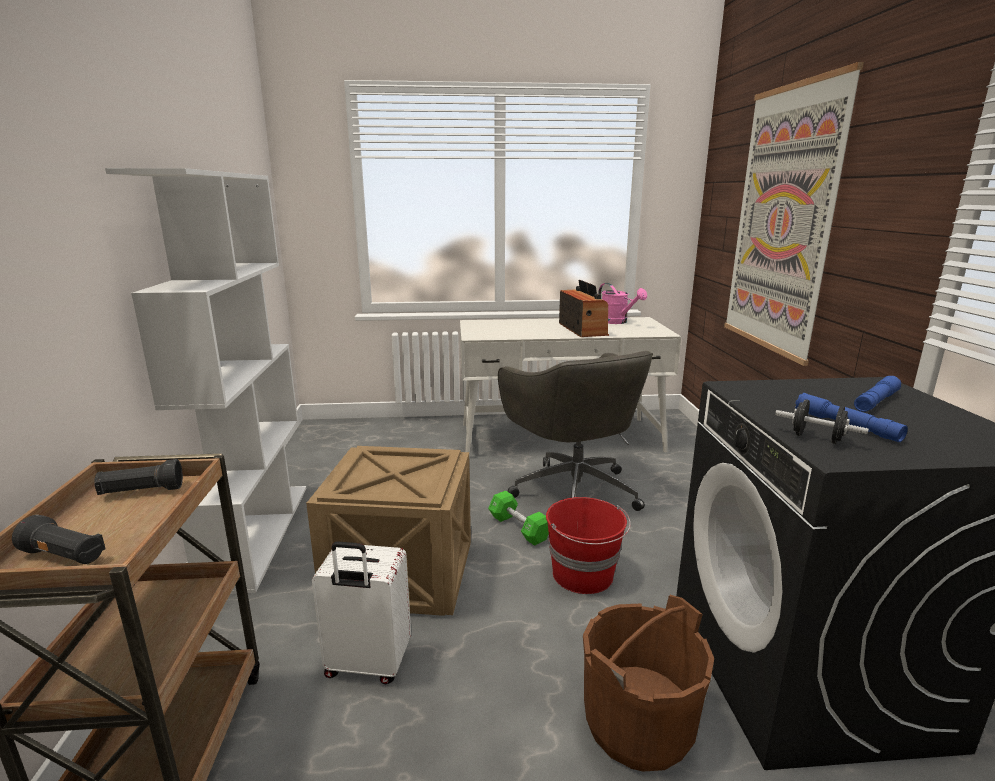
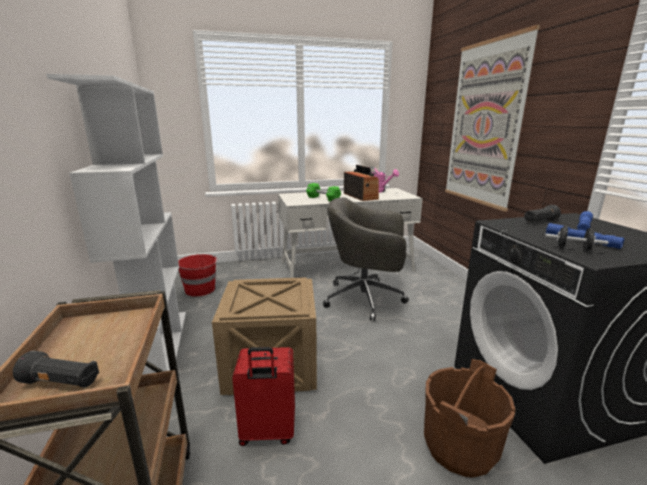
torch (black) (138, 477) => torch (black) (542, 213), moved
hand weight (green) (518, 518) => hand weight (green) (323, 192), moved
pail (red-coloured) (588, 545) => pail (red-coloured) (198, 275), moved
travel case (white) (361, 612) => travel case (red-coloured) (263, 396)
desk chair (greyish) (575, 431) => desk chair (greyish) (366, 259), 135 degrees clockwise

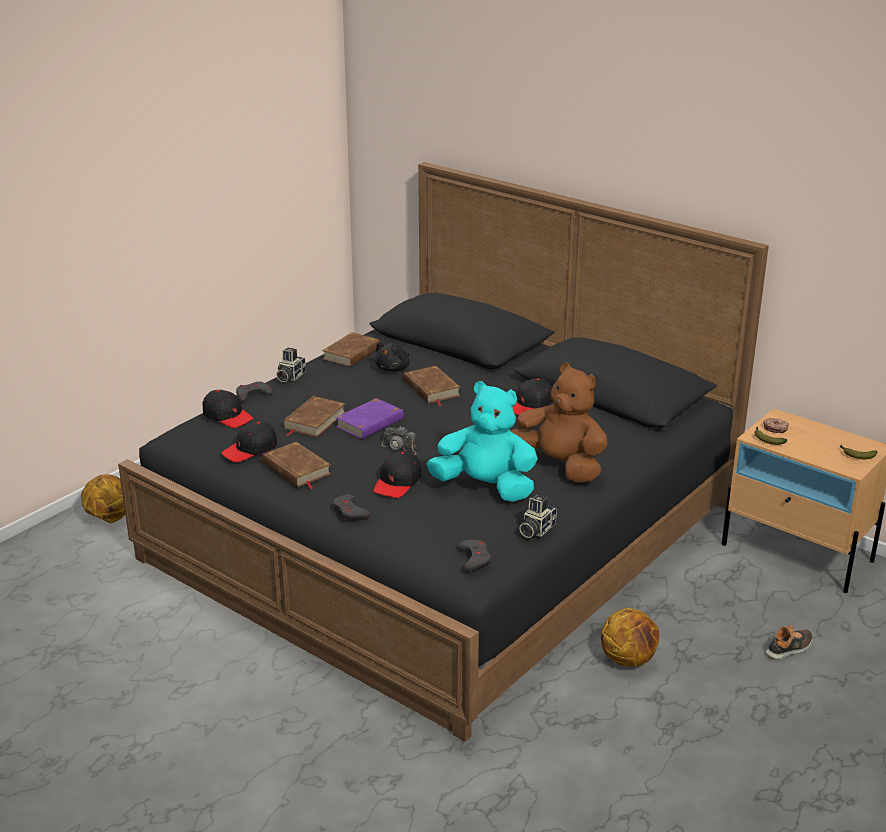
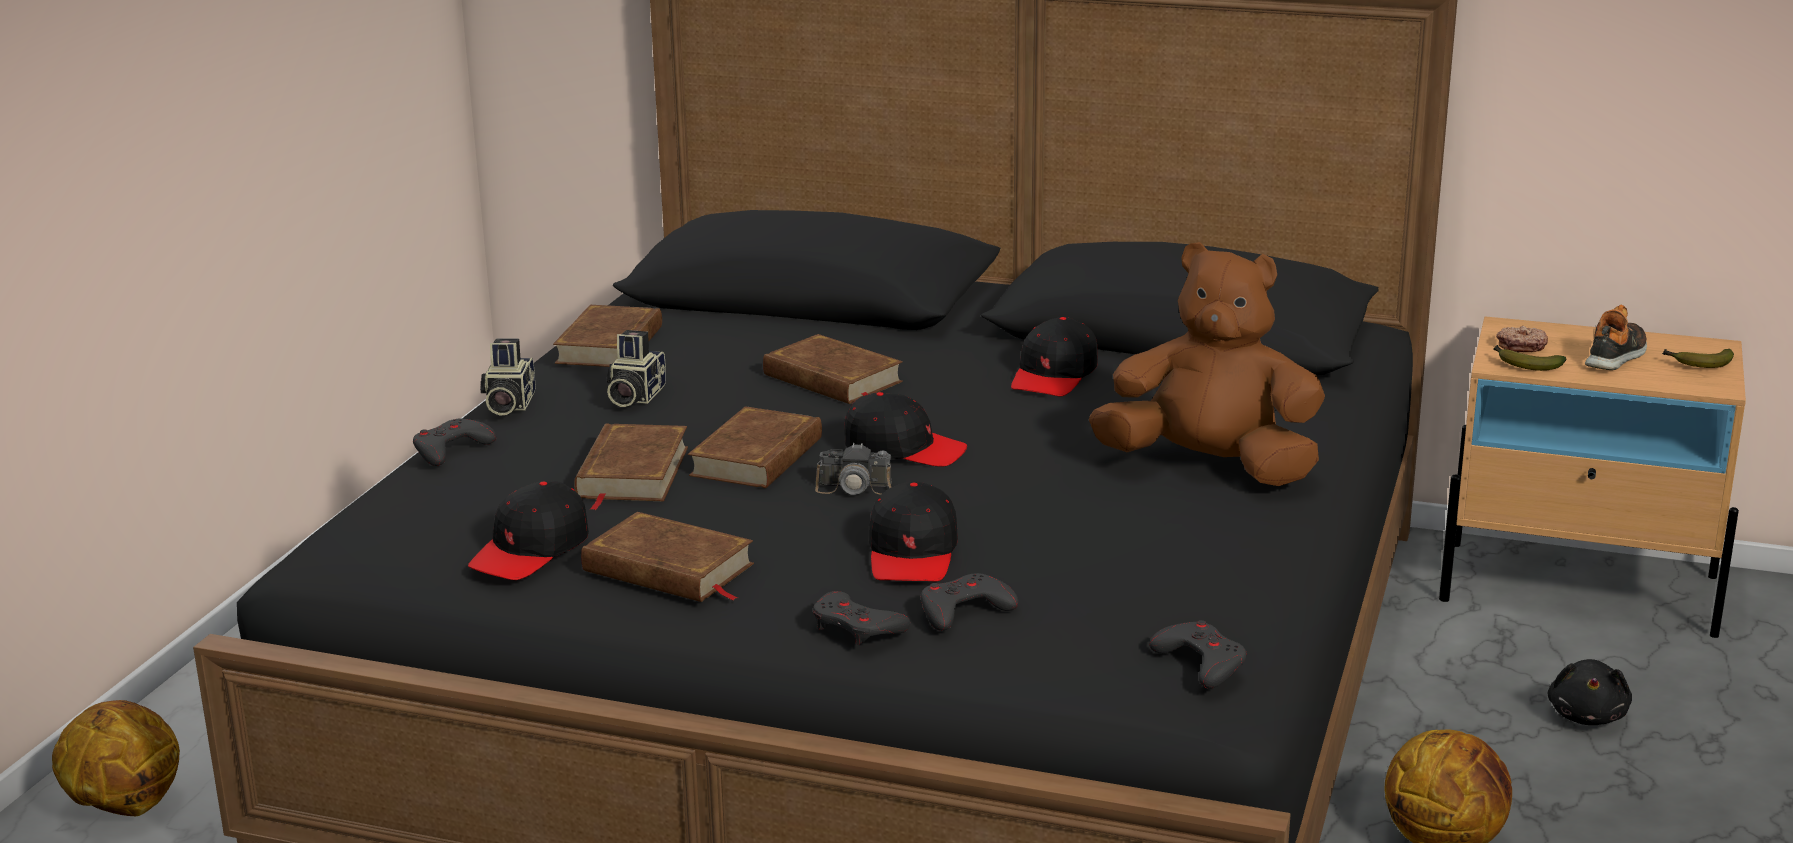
soft toy (turquoise) (482, 441) => nothing
nothing => game controller (greyish) (970, 602)
cap (black) (228, 409) => cap (black) (906, 429), moved
soft toy (black) (392, 357) => soft toy (black) (1590, 692), moved
still camera (538, 516) => still camera (636, 368), moved
low shoe (788, 642) => low shoe (1616, 337), moved
bound book (purple) (369, 418) => bound book (brown) (755, 447)

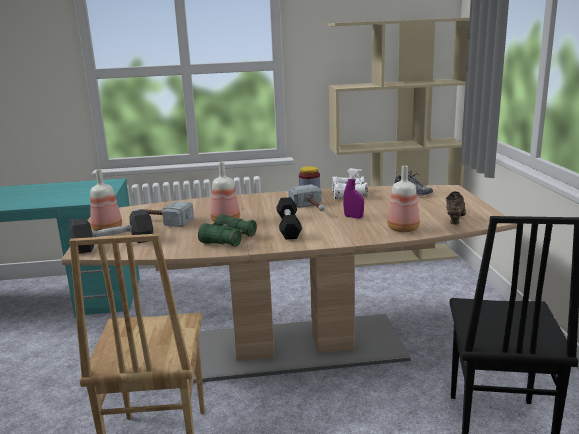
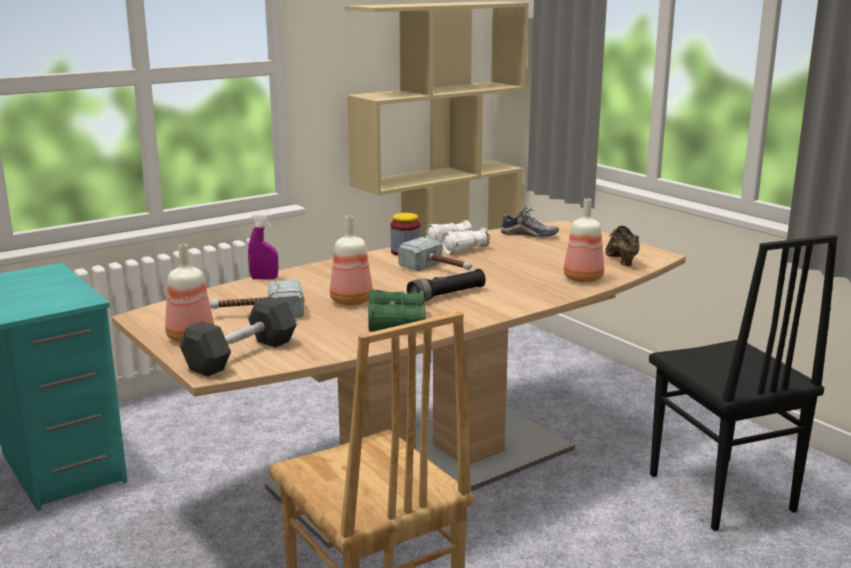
hand sprayer (purple) (353, 193) => hand sprayer (purple) (263, 246), moved
hand weight (black) (289, 218) => torch (black) (446, 285)

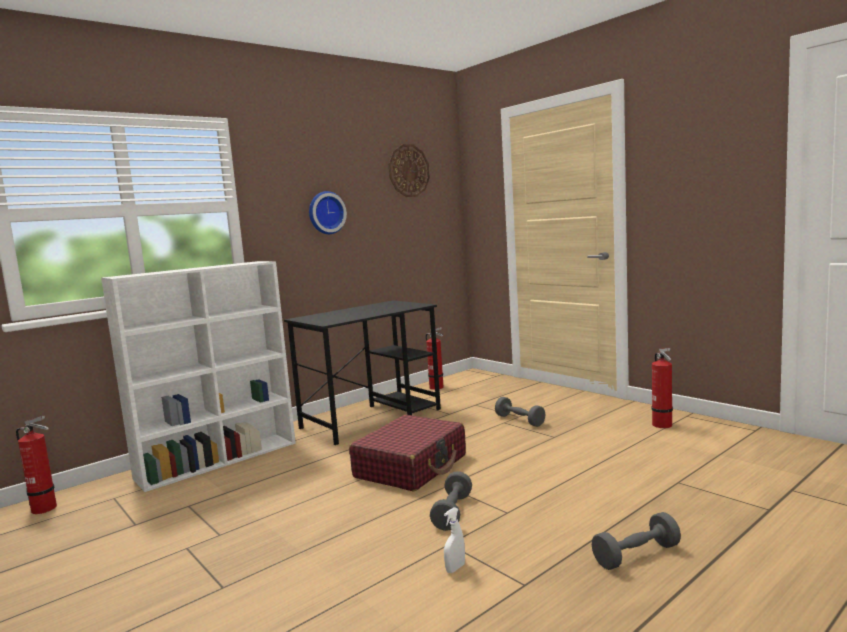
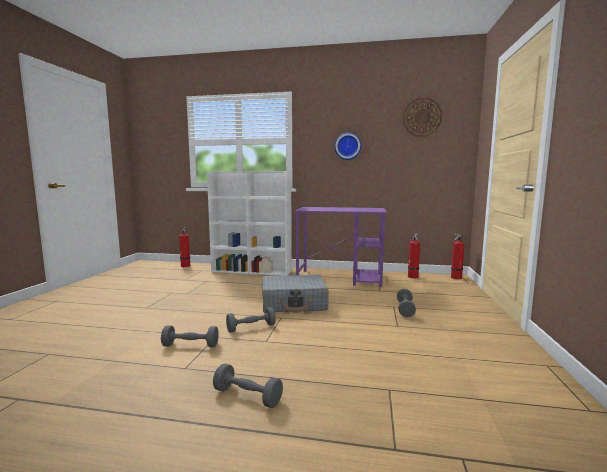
fire-fighting cylinder (662, 388) => fire-fighting cylinder (458, 256), moved
hand sprayer (white) (454, 540) => hand weight (greyish) (190, 336)
desk (black) (362, 372) => desk (purple) (340, 247)
travel case (red-coloured) (407, 453) => travel case (greyish) (295, 294)

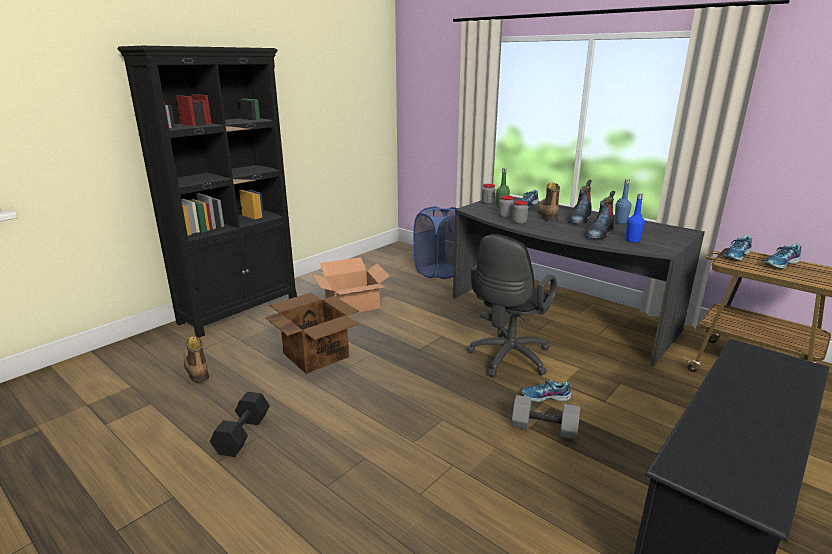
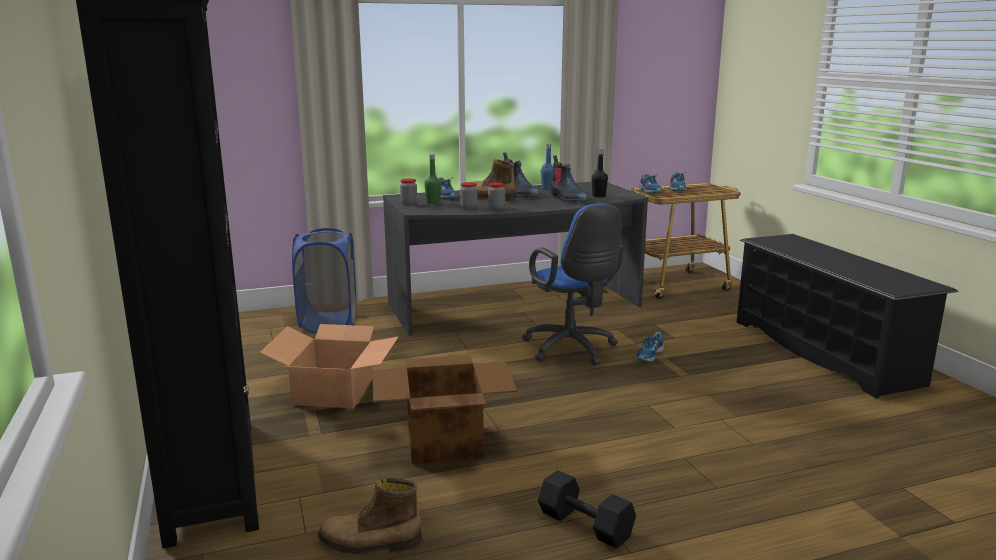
hand weight (greyish) (546, 417) => nothing
desk chair (black) (511, 305) => desk chair (blue-coloured) (573, 284)
drink bottle (blue-coloured) (635, 217) => drink bottle (black) (600, 174)

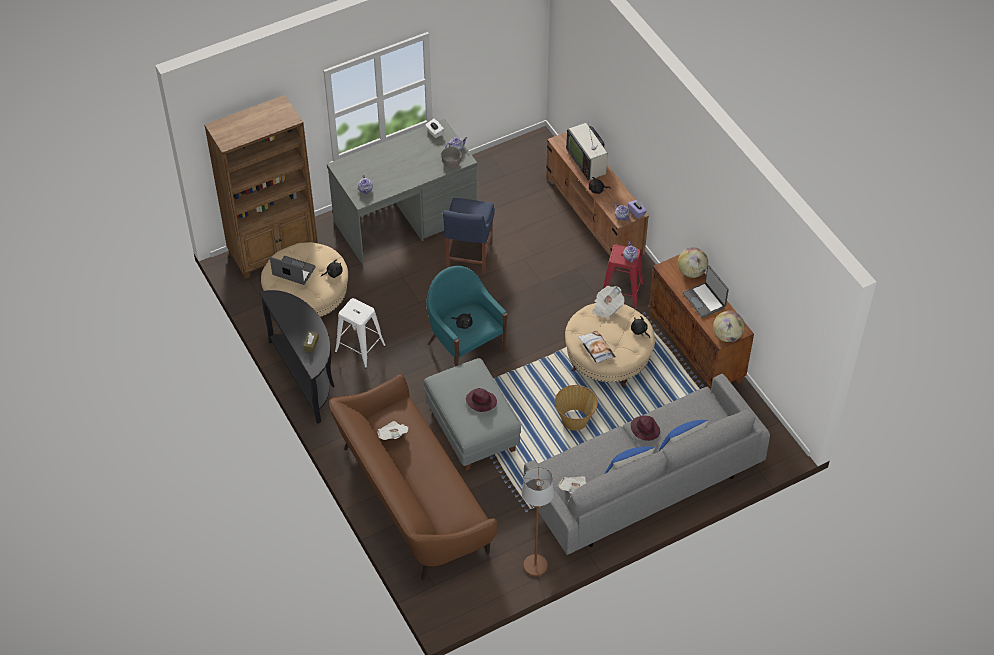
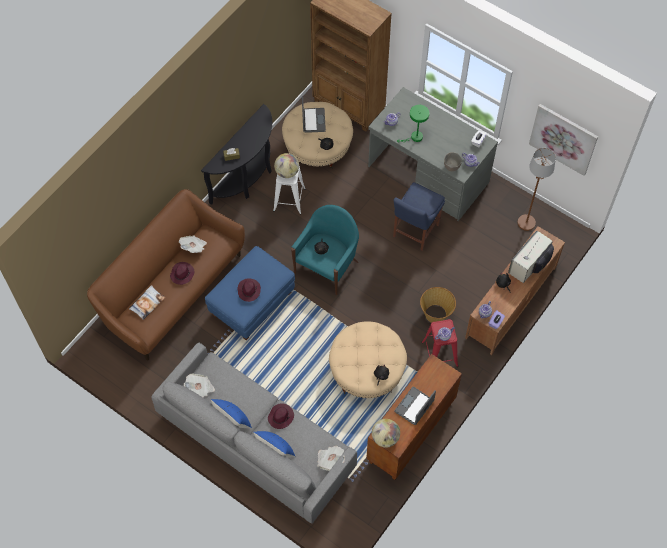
nothing => wearable hat (purple) (182, 273)
nothing => table lamp (green) (413, 123)
nothing => wall picture (563, 140)
floor lamp (brown) (538, 521) => floor lamp (brown) (537, 189), moved
basket (576, 408) => basket (438, 305), moved
throw pillow (597, 347) => throw pillow (147, 302), moved
newspaper (608, 302) => newspaper (331, 458), moved
globe (693, 262) => globe (286, 165), moved
ottoman (greyish) (472, 414) => ottoman (blue-coloured) (250, 293)
plain chair (blue-coloured) (469, 236) => plain chair (blue-coloured) (419, 216), 45 degrees counterclockwise

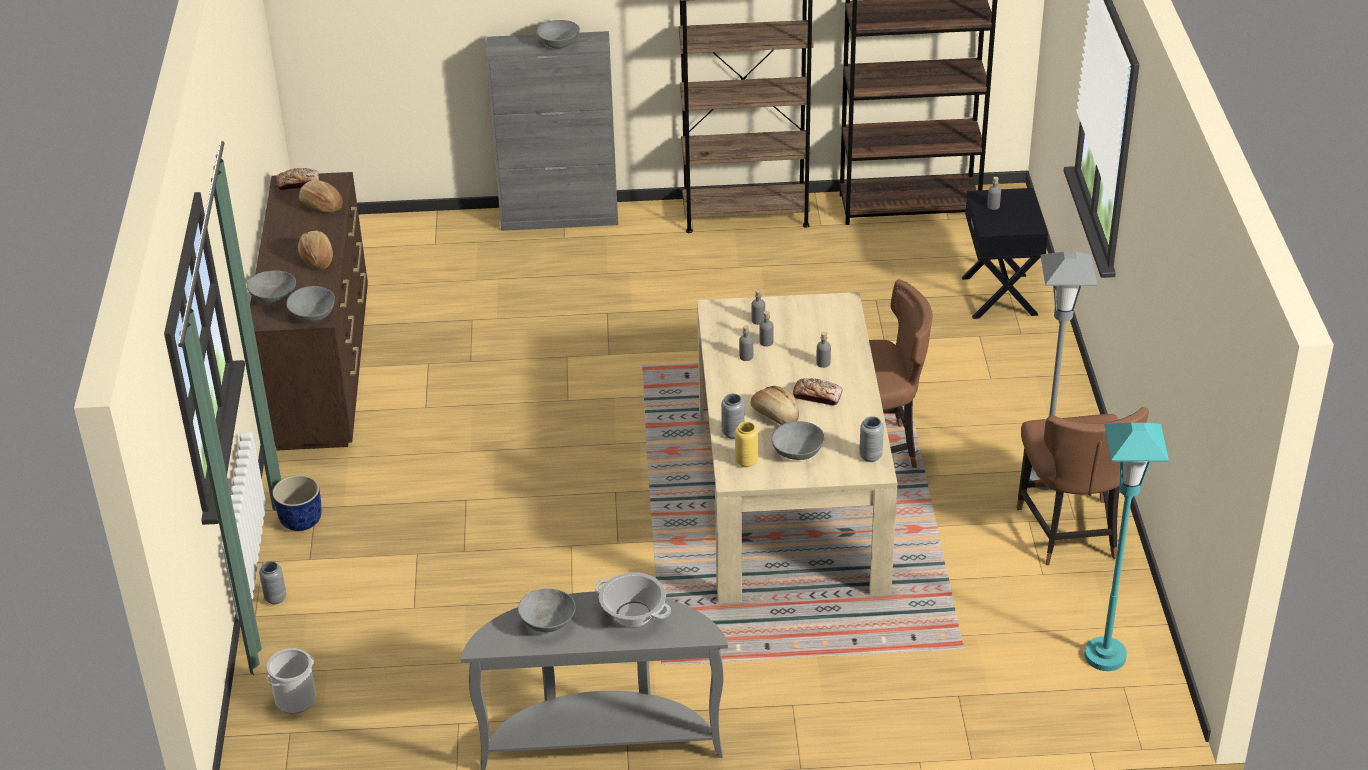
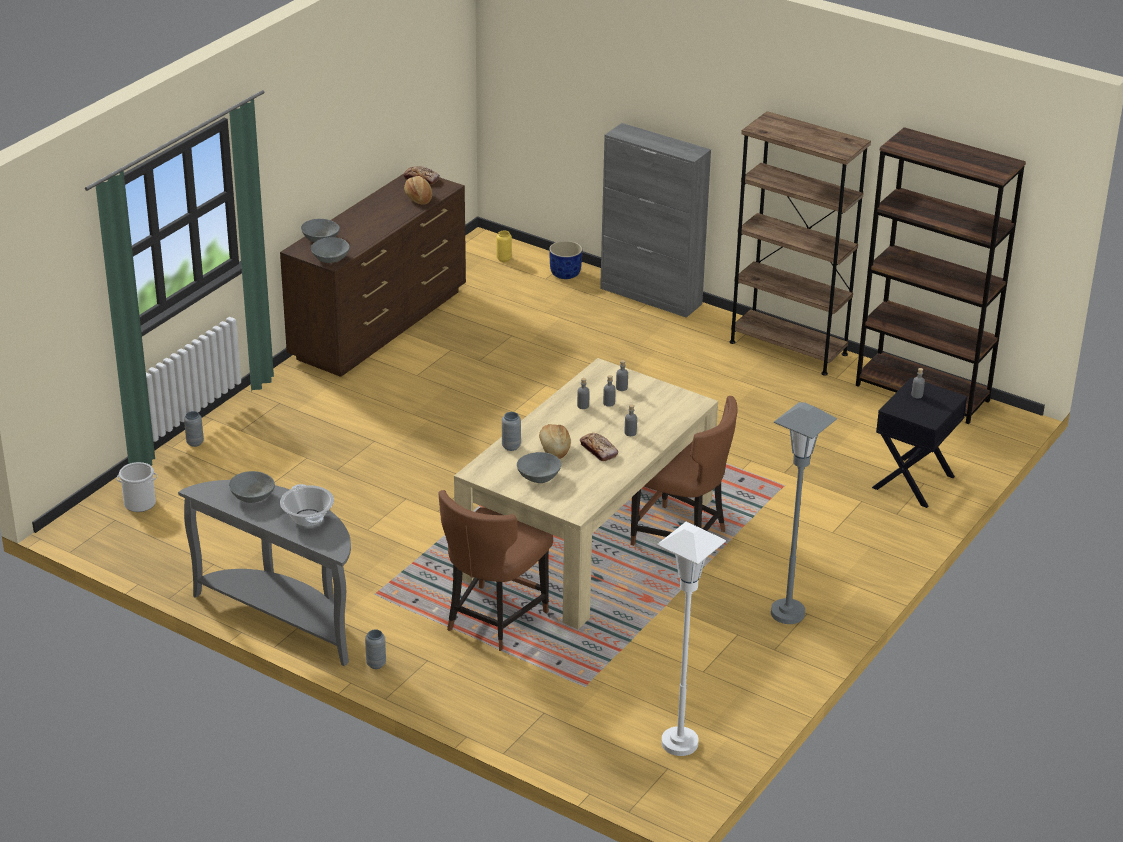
bakery bread (315, 250) => nothing
deep dish (greyish) (558, 34) => nothing
flower pot (blue-coloured) (297, 503) => flower pot (blue-coloured) (565, 260), moved
flower vase (yellow-coloured) (746, 444) => flower vase (yellow-coloured) (504, 246), moved
flower vase (greyish) (871, 439) => flower vase (greyish) (375, 649), moved
plain chair (brown) (1083, 486) => plain chair (brown) (495, 570), moved
floor lamp (turquoise) (1126, 547) => floor lamp (white) (691, 639)

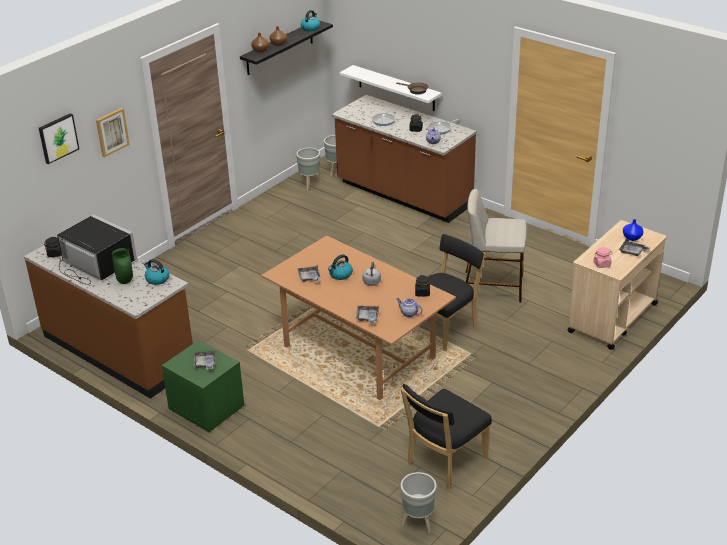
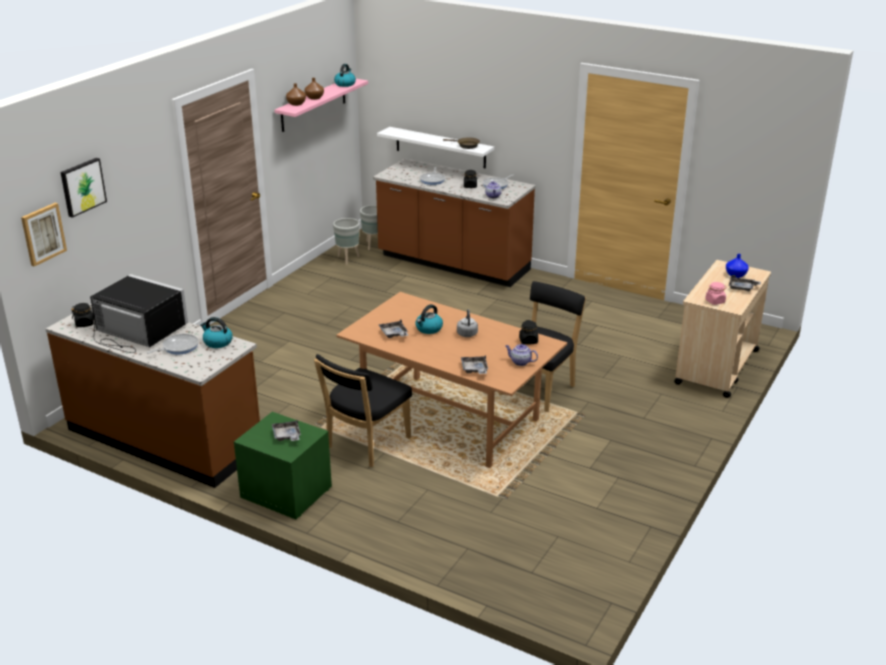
flower pot (greyish) (418, 502) => nothing
stool (sand-coloured) (496, 245) => nothing
wall picture (113, 132) => wall picture (44, 235), moved
plain chair (black) (446, 436) => plain chair (black) (363, 410), moved
flower vase (green) (122, 266) => skillet (173, 344)
shelf (black) (286, 47) => shelf (pink) (321, 105)

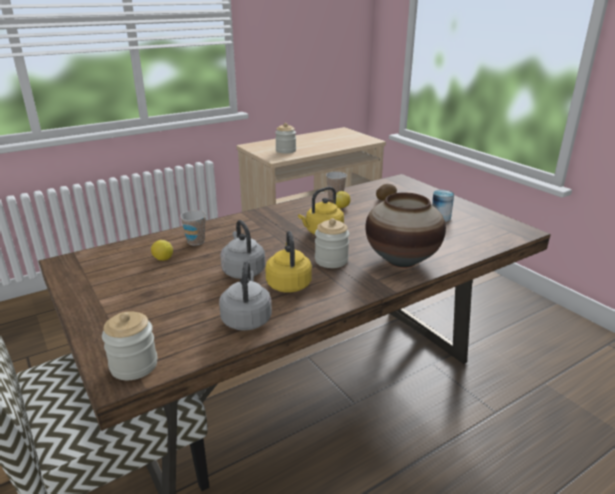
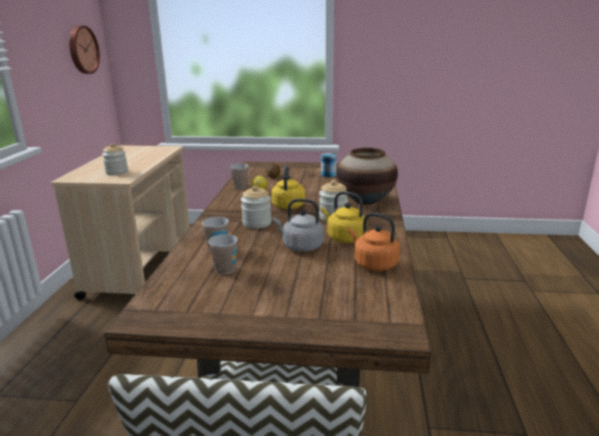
nothing => hanging clock (84, 50)
preserve jar (130, 345) => preserve jar (256, 207), moved
lemon (162, 250) => cup (223, 254)
kettle (greyish) (245, 296) => kettle (orangey) (374, 241)

